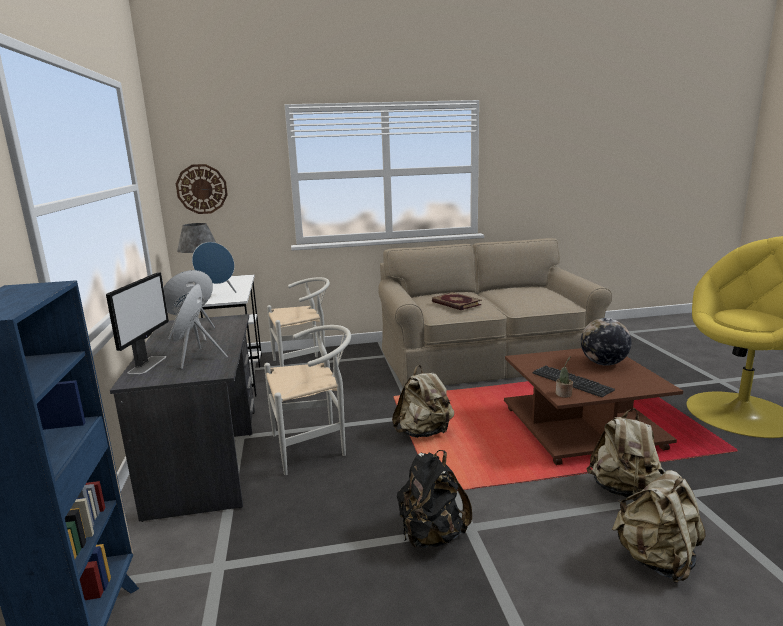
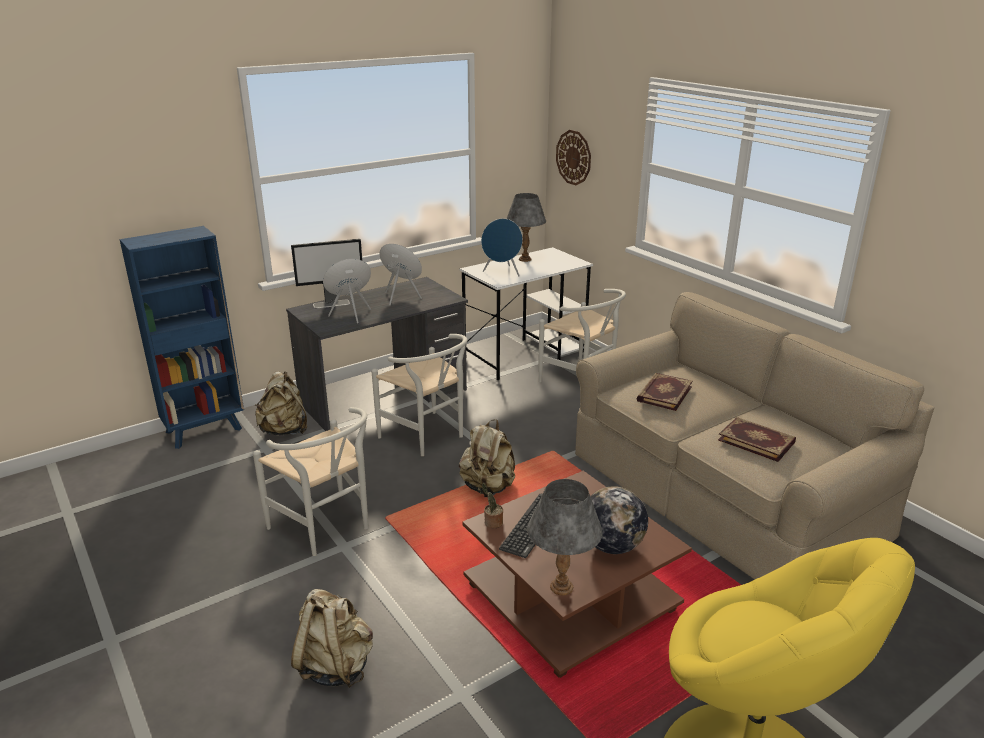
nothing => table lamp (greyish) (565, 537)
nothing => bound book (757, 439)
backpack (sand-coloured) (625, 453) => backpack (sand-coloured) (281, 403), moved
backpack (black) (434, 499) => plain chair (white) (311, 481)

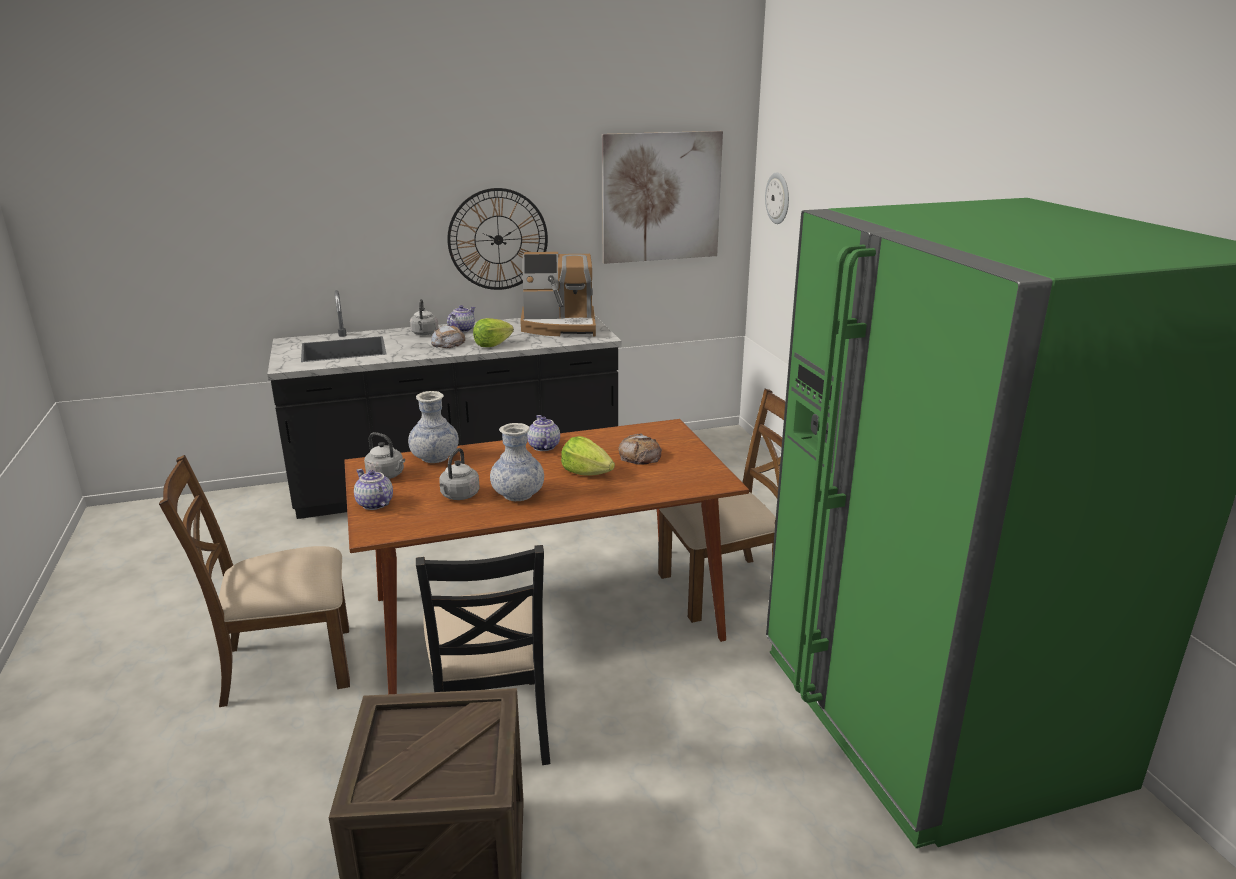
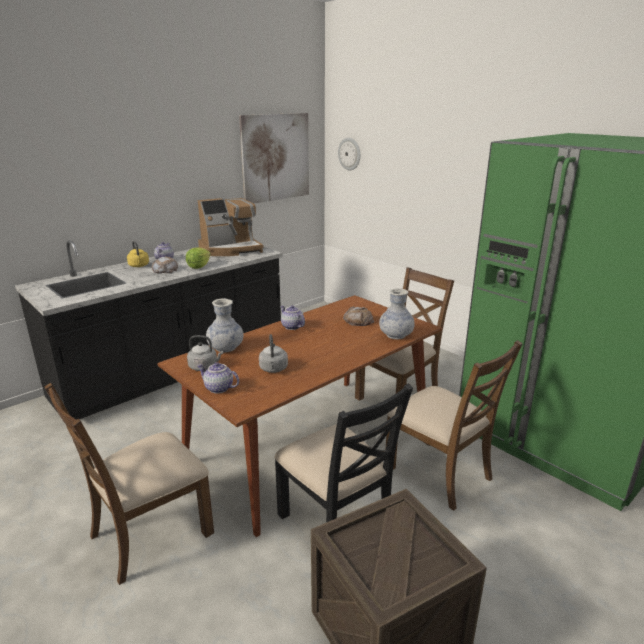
hanging clock (497, 239) => nothing
head of lettuce (588, 456) => nothing
nothing => plain chair (brown) (454, 425)
flower vase (517, 462) => flower vase (397, 313), moved
kettle (greyish) (424, 317) => kettle (yellow-coloured) (138, 253)

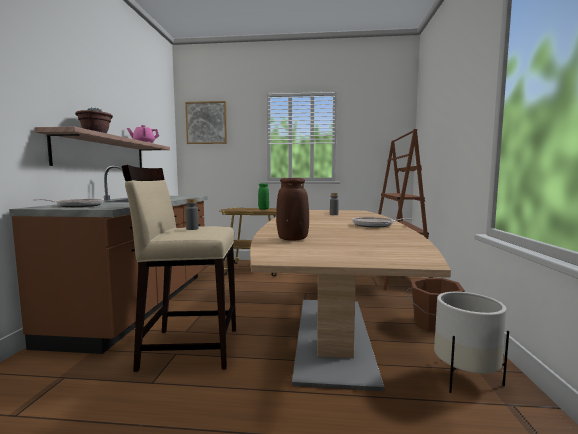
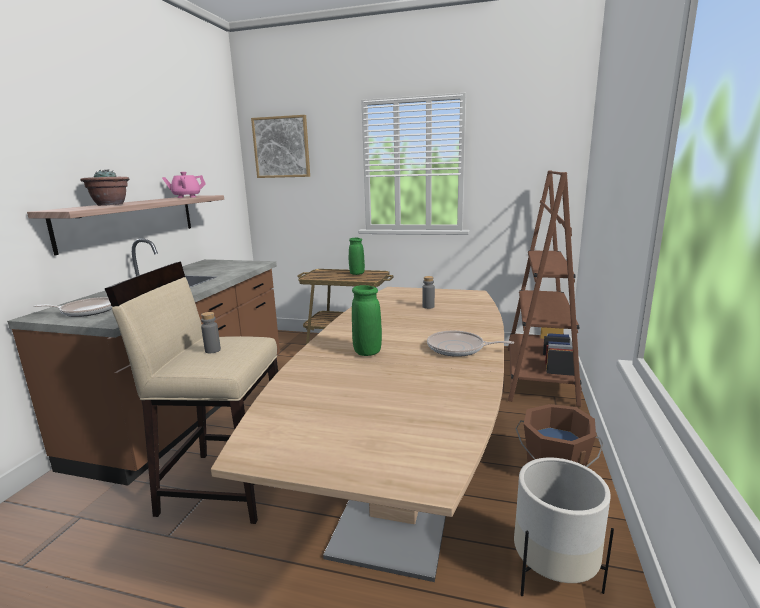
flower vase (brown) (292, 209) => nothing
nothing => flower vase (green) (367, 320)

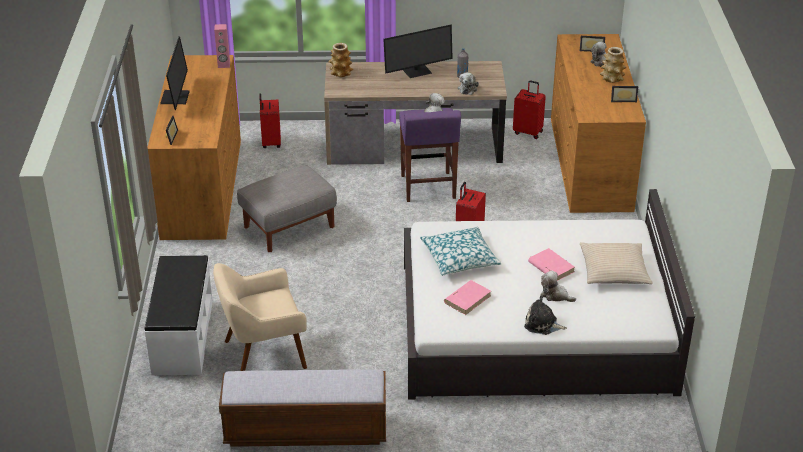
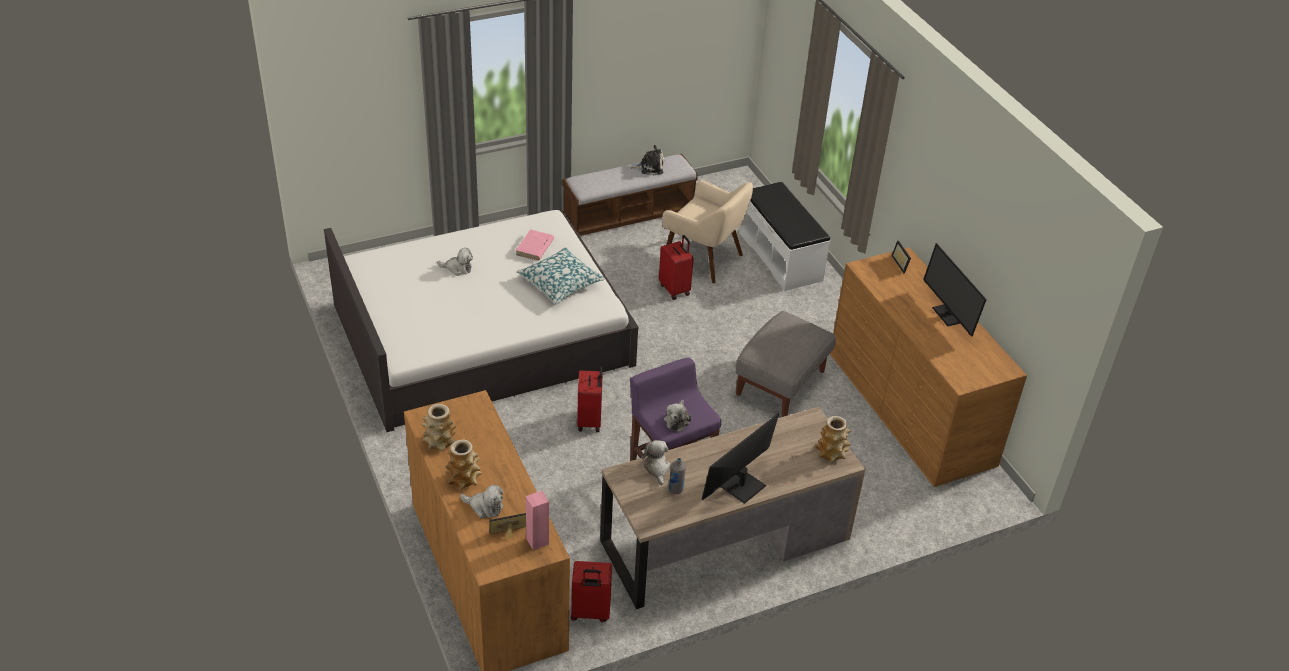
bound book (pink) (551, 264) => nothing
throw pillow (sand-coloured) (616, 263) => nothing
speaker (pink) (222, 46) => speaker (pink) (537, 520), moved
travel case (red-coloured) (270, 120) => travel case (red-coloured) (676, 267), moved
soft toy (545, 315) => soft toy (647, 160), moved
picture frame (624, 94) => flower vase (439, 427)
armchair (sand-coloured) (260, 317) => armchair (sand-coloured) (707, 231), 75 degrees clockwise

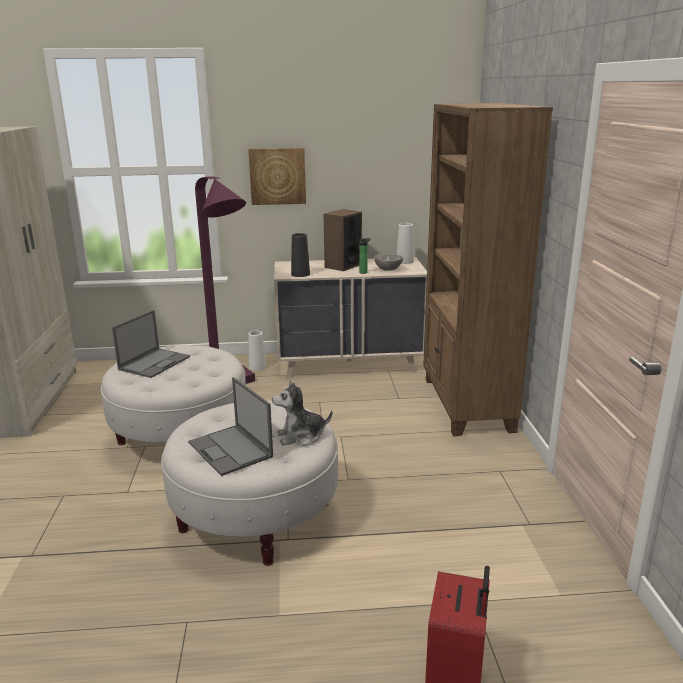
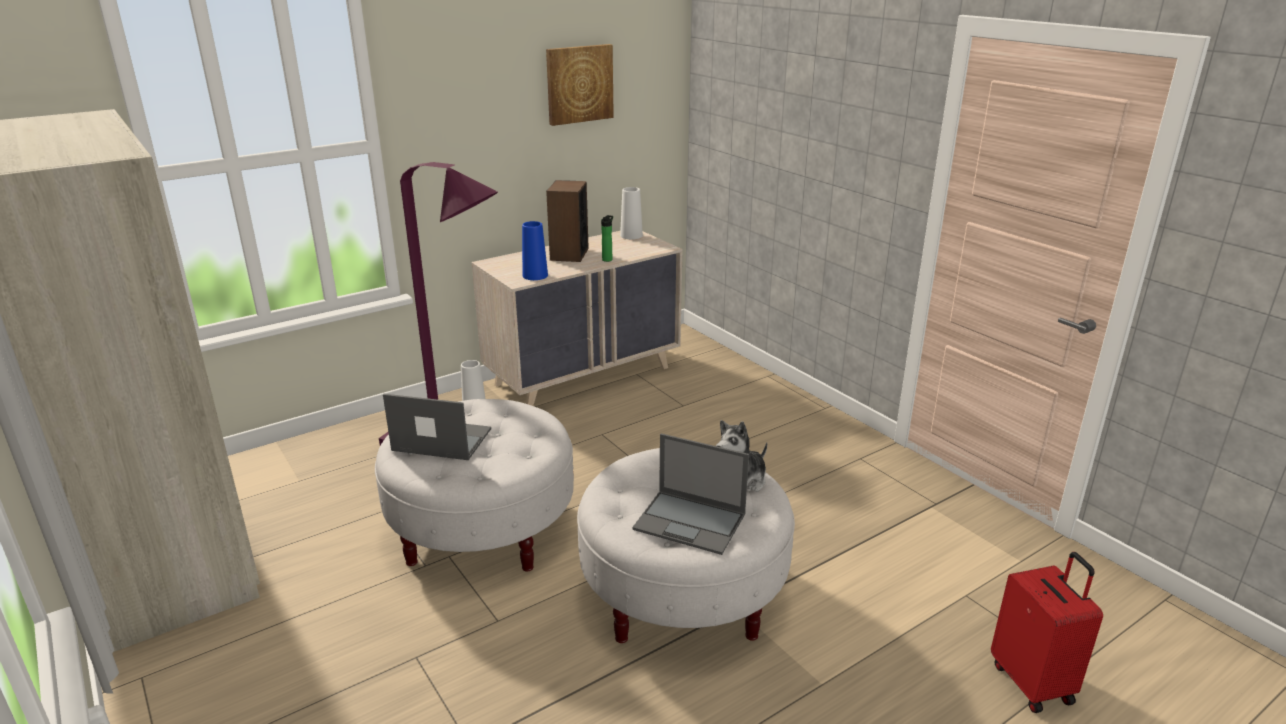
deep dish (greyish) (388, 262) => nothing
bookshelf (brown) (488, 269) => nothing
wall picture (277, 176) => wall picture (580, 85), moved
flower vase (black) (300, 255) => flower vase (blue-coloured) (535, 250)
notebook computer (151, 344) => notebook computer (437, 427), 75 degrees counterclockwise

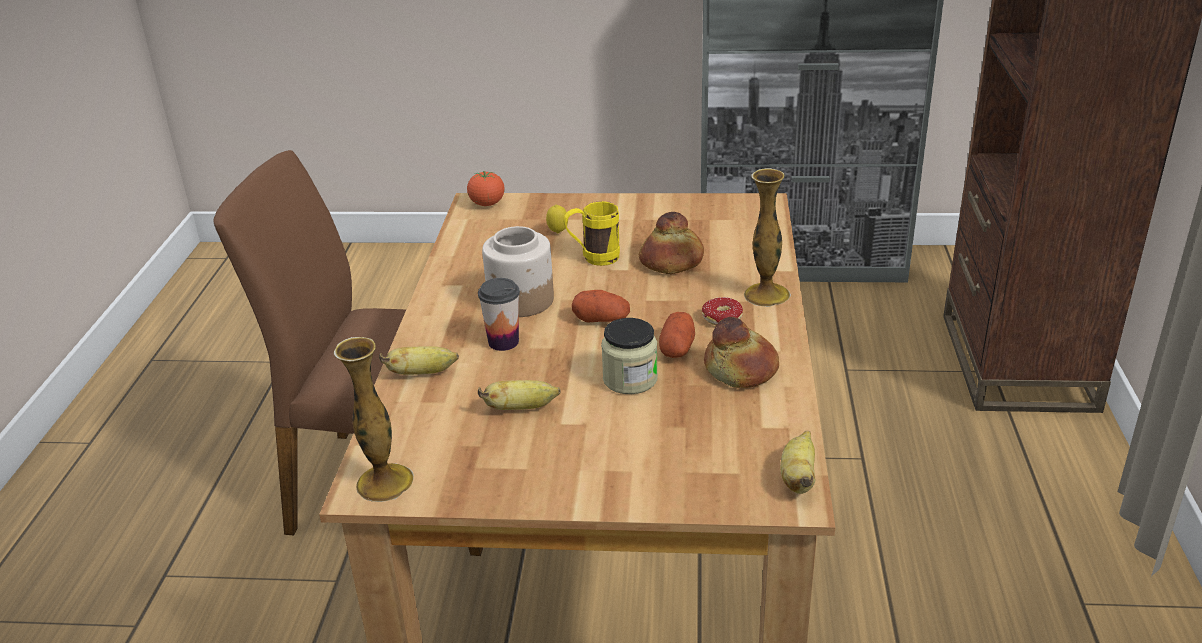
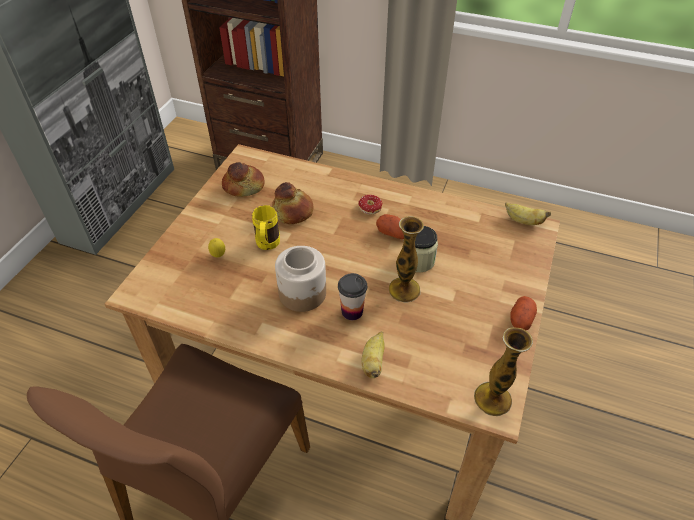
tomato (486, 188) => nothing
banana (519, 395) => nothing
whole potato (601, 306) => whole potato (524, 313), moved
bakery bread (741, 352) => bakery bread (243, 179), moved
flower vase (767, 237) => flower vase (406, 259), moved

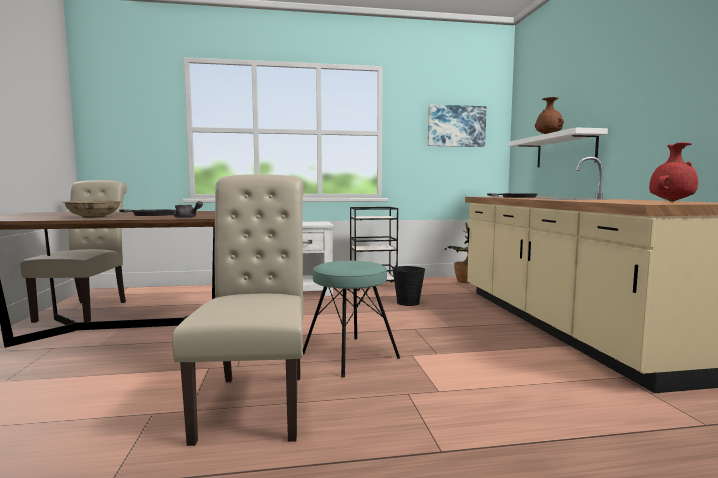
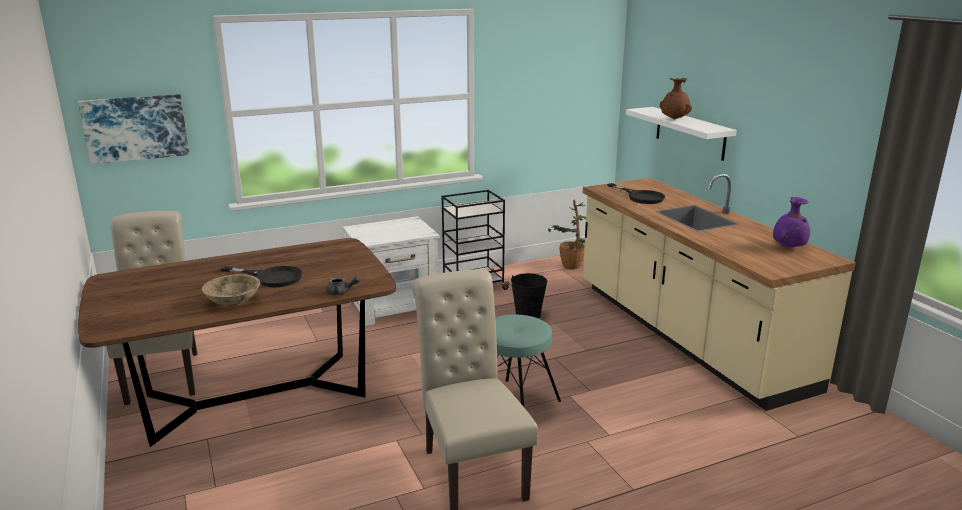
wall picture (457, 125) => wall picture (133, 129), moved
flower vase (red-coloured) (673, 172) => flower vase (purple) (791, 222)

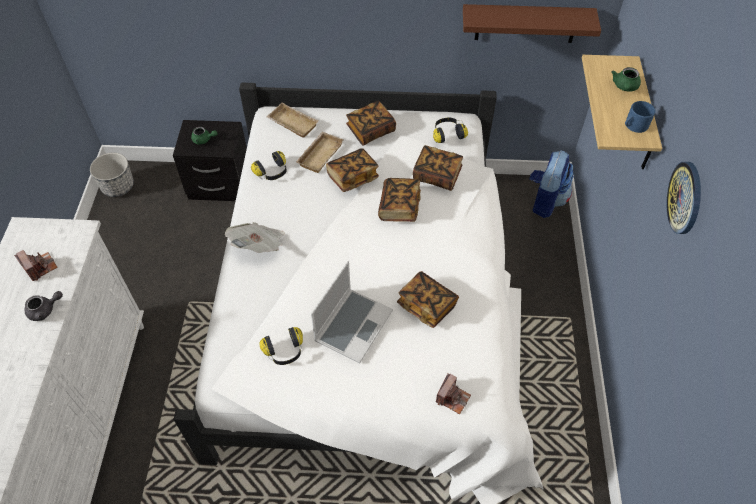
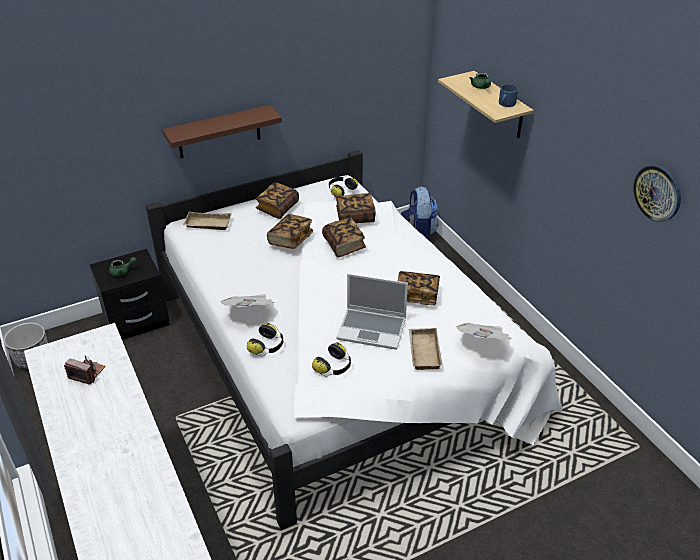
pot for tea (greyish) (44, 306) => nothing
headphones (269, 165) => headphones (265, 339), moved
carrying tray (sand-coloured) (319, 152) => carrying tray (sand-coloured) (425, 349), moved
shelf (brown) (532, 23) => shelf (brown) (222, 132), moved
hanging clock (683, 198) => hanging clock (657, 193), moved
still camera (453, 394) => newspaper (484, 331)
notebook computer (352, 312) => notebook computer (372, 312), 105 degrees clockwise

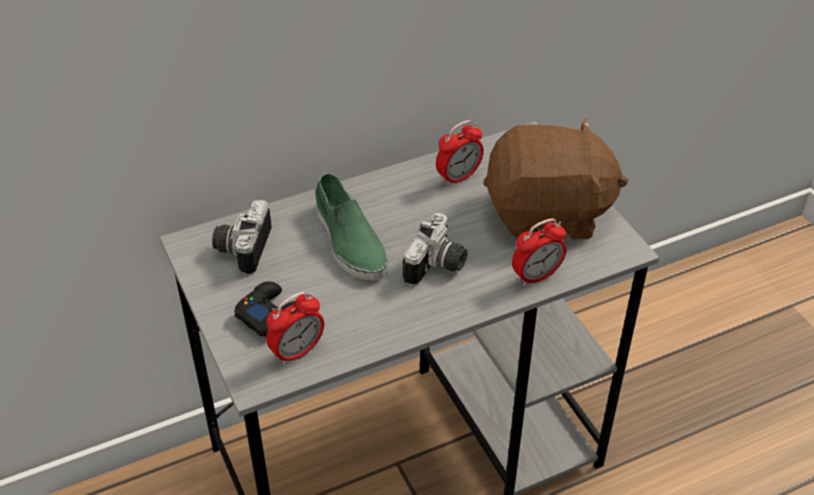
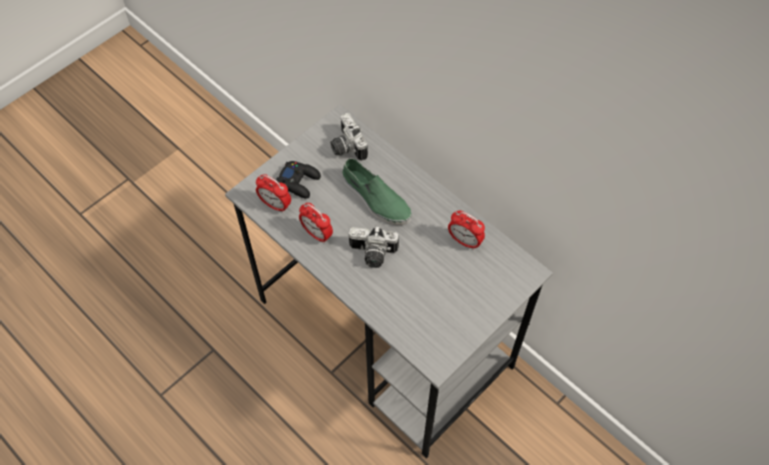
soft toy (brown) (555, 179) => nothing
alarm clock (539, 252) => alarm clock (316, 223), moved
still camera (242, 237) => still camera (349, 137), 105 degrees counterclockwise
low shoe (green) (351, 226) => low shoe (green) (376, 191), 90 degrees counterclockwise

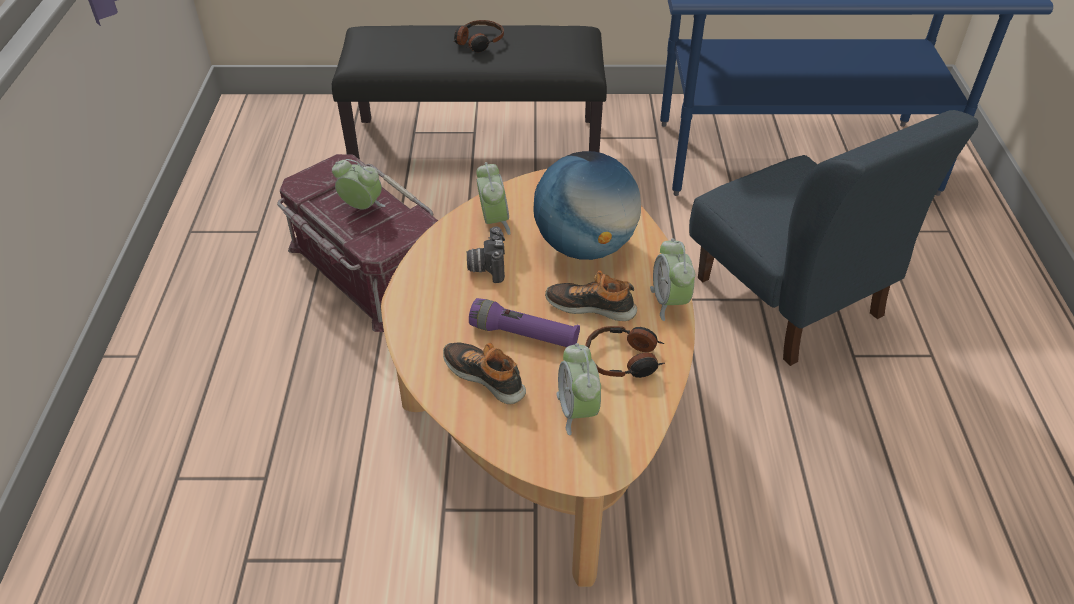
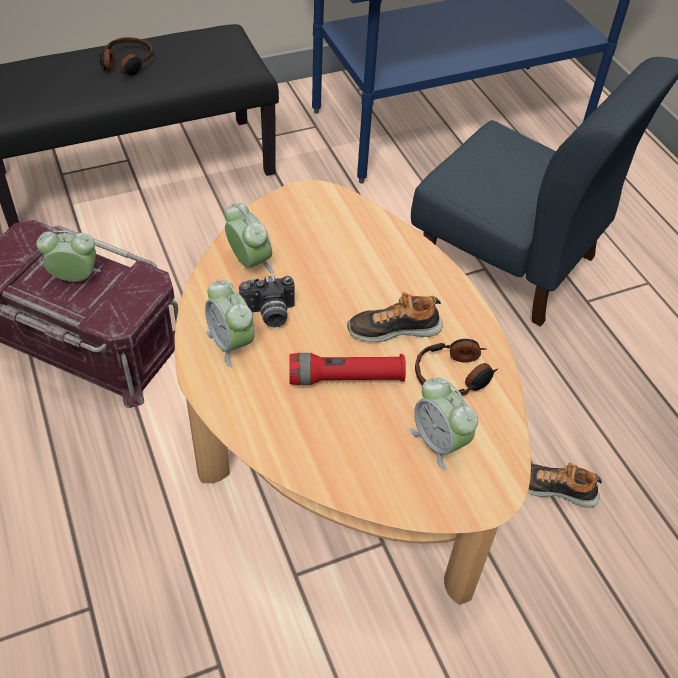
globe (587, 205) => nothing
low shoe (484, 373) => low shoe (565, 485), moved
alarm clock (672, 279) => alarm clock (230, 323), moved
torch (purple) (524, 322) => torch (red-coloured) (347, 369)
still camera (486, 254) => still camera (267, 301), 75 degrees counterclockwise

